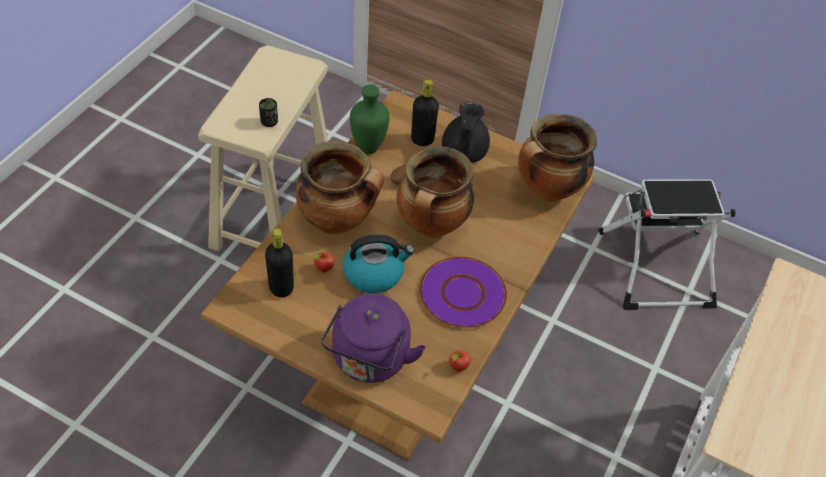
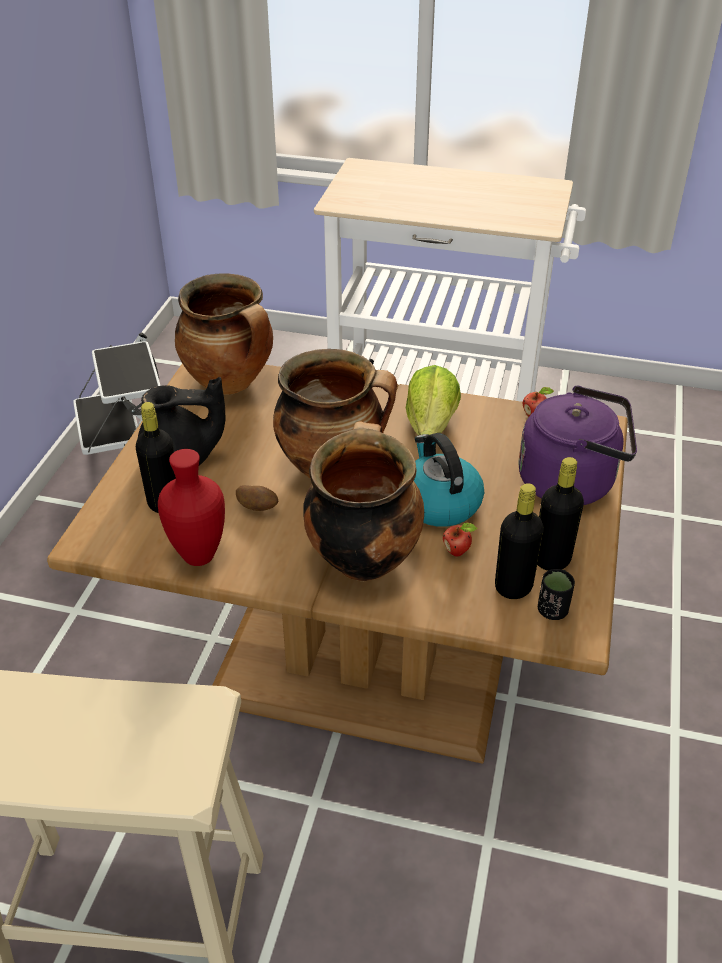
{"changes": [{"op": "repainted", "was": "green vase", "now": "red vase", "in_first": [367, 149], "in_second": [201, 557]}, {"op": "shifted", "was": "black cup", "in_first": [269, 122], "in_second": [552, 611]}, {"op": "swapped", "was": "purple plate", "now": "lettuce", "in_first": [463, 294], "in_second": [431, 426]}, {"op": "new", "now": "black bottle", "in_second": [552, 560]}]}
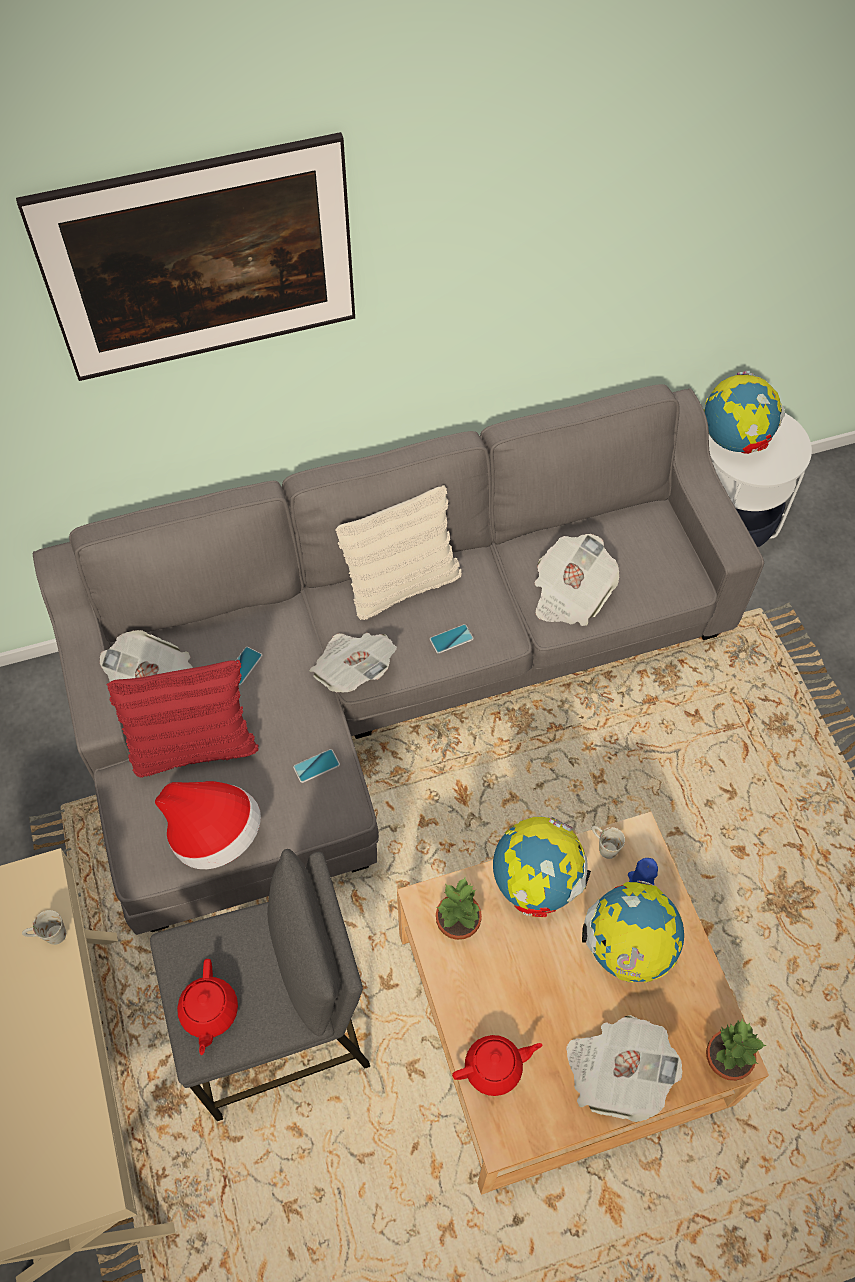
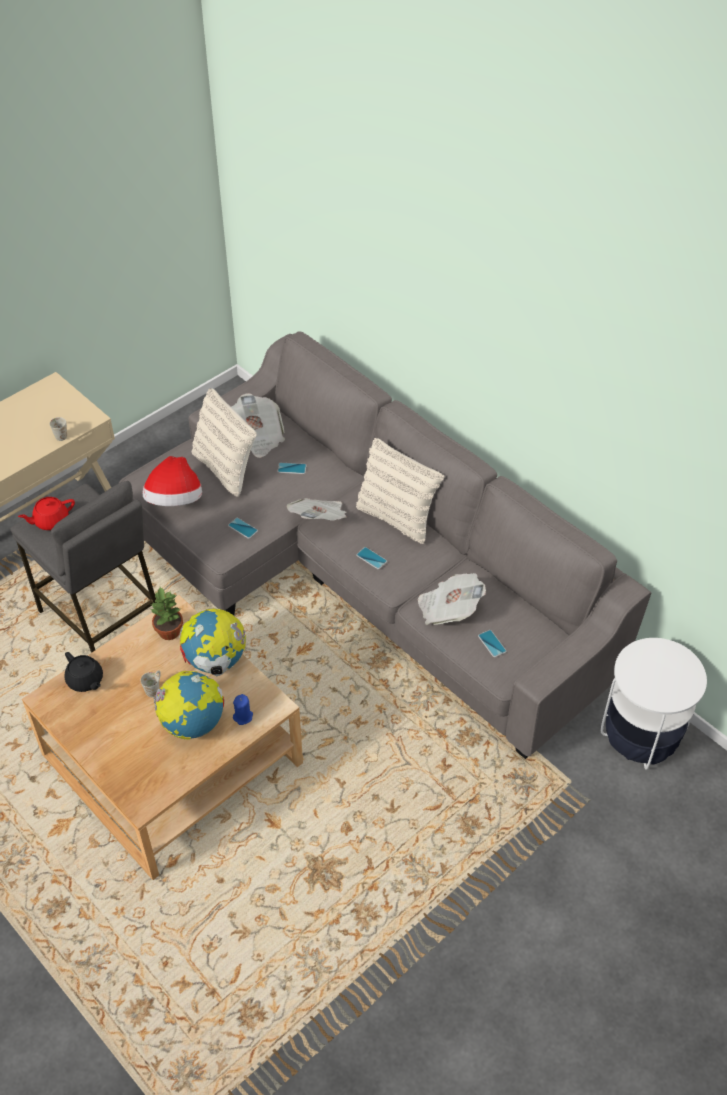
{"changes": [{"op": "gone", "was": "picture", "in_first": [209, 304]}, {"op": "gone", "was": "globe", "in_first": [734, 440]}, {"op": "repainted", "was": "red pillow", "now": "beige pillow", "in_first": [195, 747], "in_second": [226, 470]}, {"op": "shifted", "was": "white mug", "in_first": [603, 846], "in_second": [154, 688]}, {"op": "gone", "was": "newspaper", "in_first": [616, 1072]}, {"op": "gone", "was": "potted plant", "in_first": [724, 1059]}, {"op": "repainted", "was": "red teapot", "now": "black teapot", "in_first": [494, 1068], "in_second": [85, 680]}, {"op": "new", "now": "phone", "in_second": [492, 644]}]}
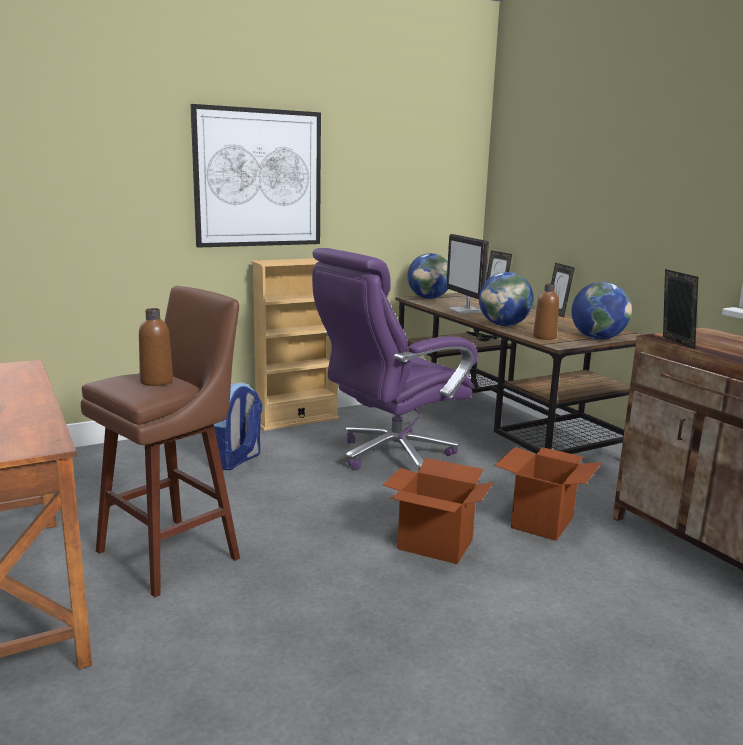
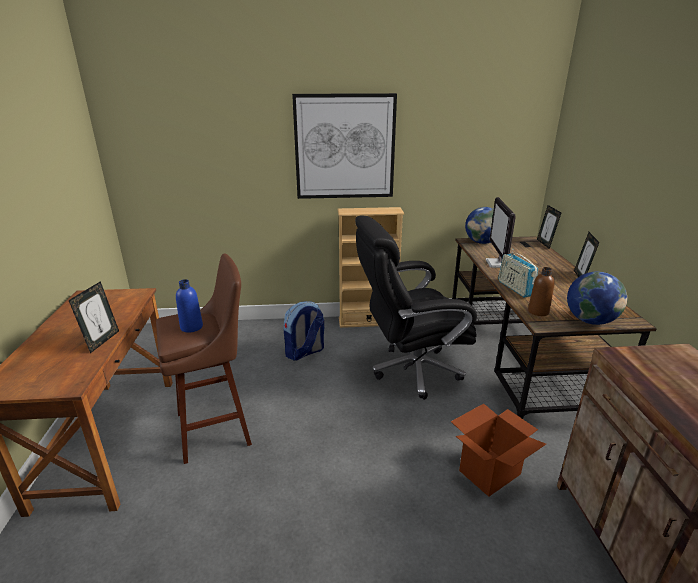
{"changes": [{"op": "repainted", "was": "purple office chair", "now": "black office chair", "in_first": [390, 457], "in_second": [411, 371]}, {"op": "shifted", "was": "picture frame", "in_first": [674, 342], "in_second": [102, 341]}, {"op": "swapped", "was": "globe", "now": "radio", "in_first": [504, 325], "in_second": [515, 288]}, {"op": "repainted", "was": "brown bottle", "now": "blue bottle", "in_first": [156, 381], "in_second": [191, 327]}, {"op": "gone", "was": "cardboard box", "in_first": [434, 545]}]}
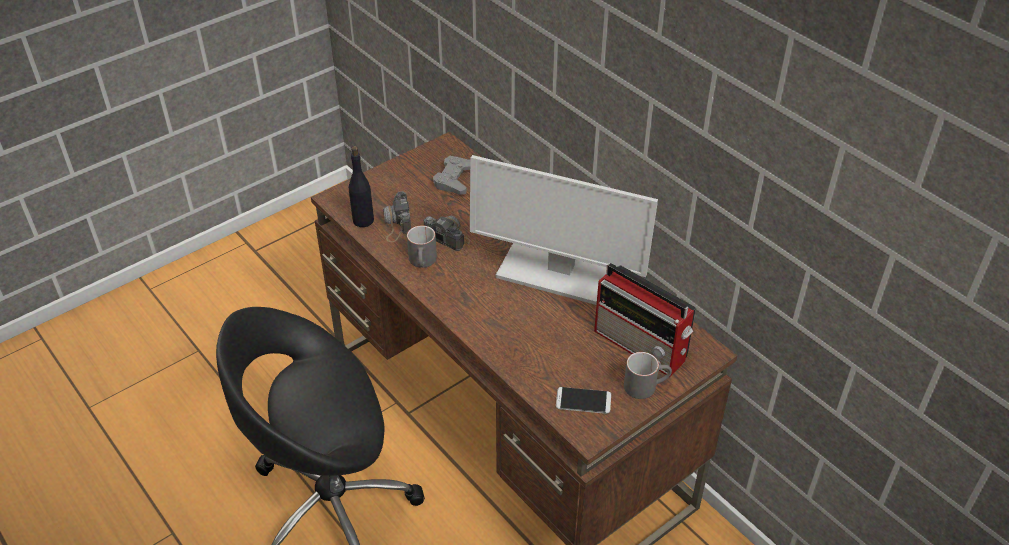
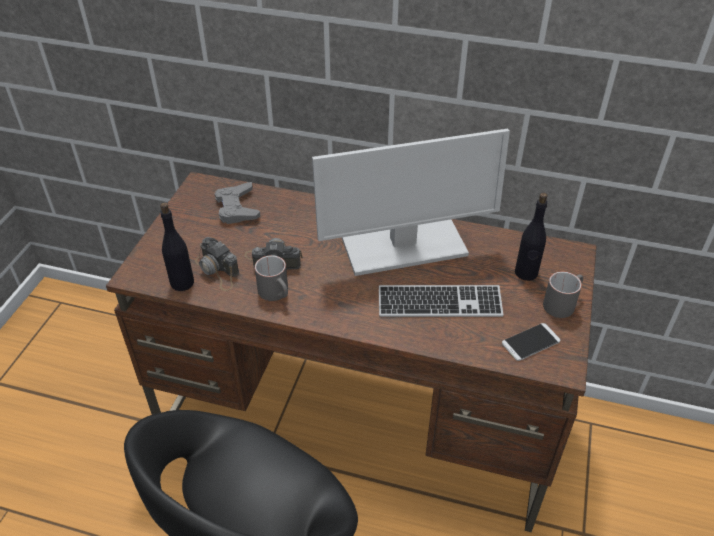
{"changes": [{"op": "swapped", "was": "radio", "now": "black bottle", "in_first": [642, 346], "in_second": [526, 273]}, {"op": "new", "now": "keyboard", "in_second": [439, 304]}]}
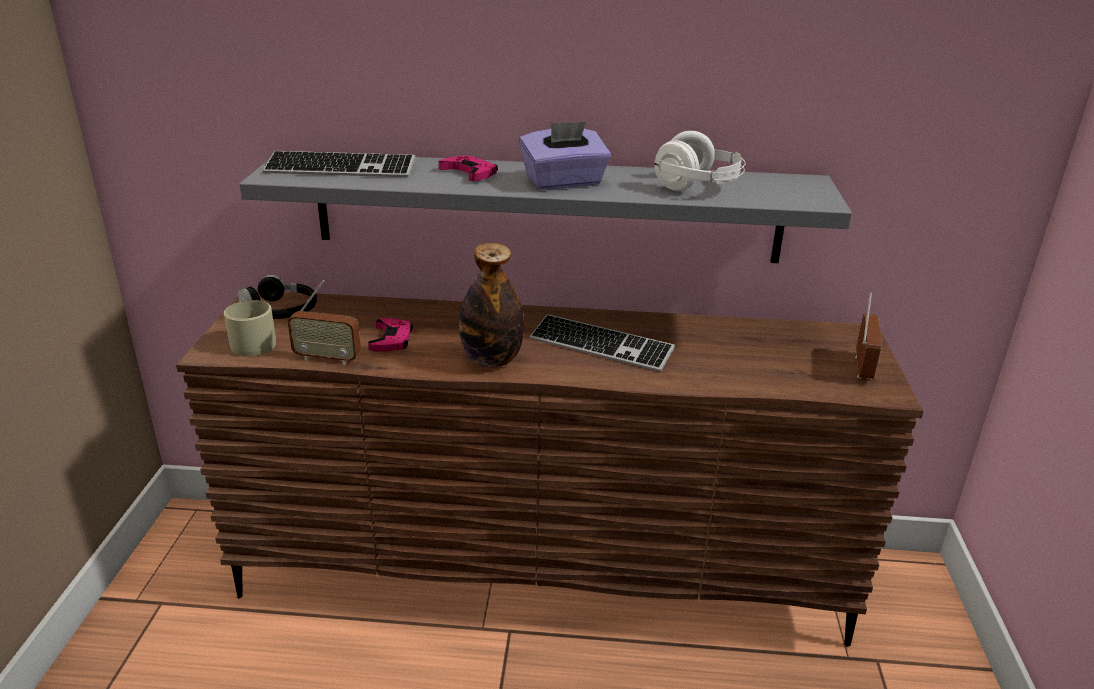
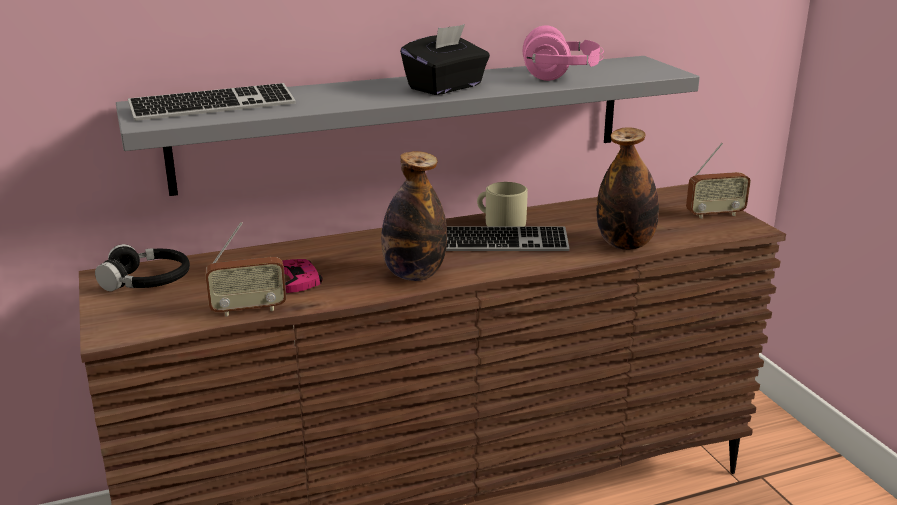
{"changes": [{"op": "repainted", "was": "purple tissue box", "now": "black tissue box", "in_first": [564, 182], "in_second": [446, 87]}, {"op": "repainted", "was": "white headphones", "now": "pink headphones", "in_first": [698, 187], "in_second": [562, 75]}, {"op": "gone", "was": "pink game controller", "in_first": [469, 173]}, {"op": "rotated", "was": "radio", "in_first": [862, 368], "in_second": [715, 214], "clockwise": 90}, {"op": "shifted", "was": "beige mug", "in_first": [251, 342], "in_second": [500, 222]}, {"op": "new", "now": "bottle", "in_second": [625, 244]}]}
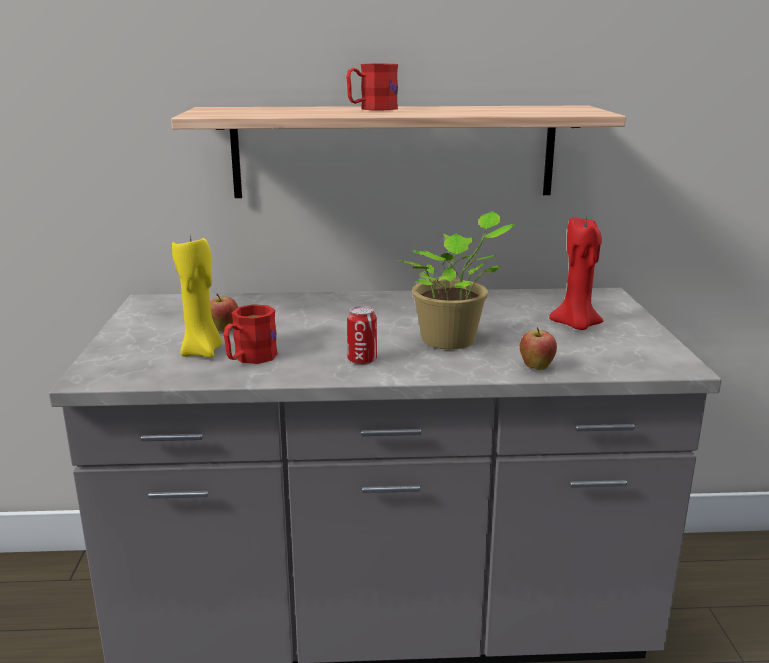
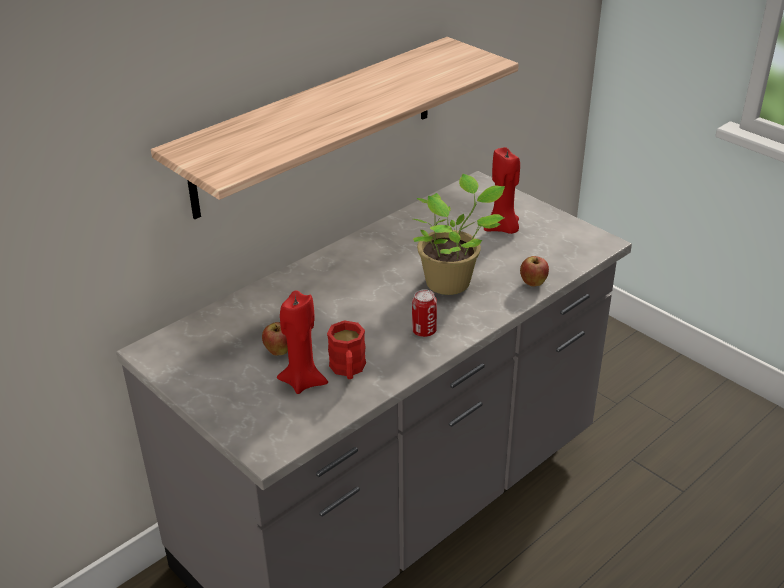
{"changes": [{"op": "gone", "was": "red mug", "in_first": [372, 109]}, {"op": "repainted", "was": "yellow candle", "now": "red candle", "in_first": [202, 352], "in_second": [303, 381]}]}
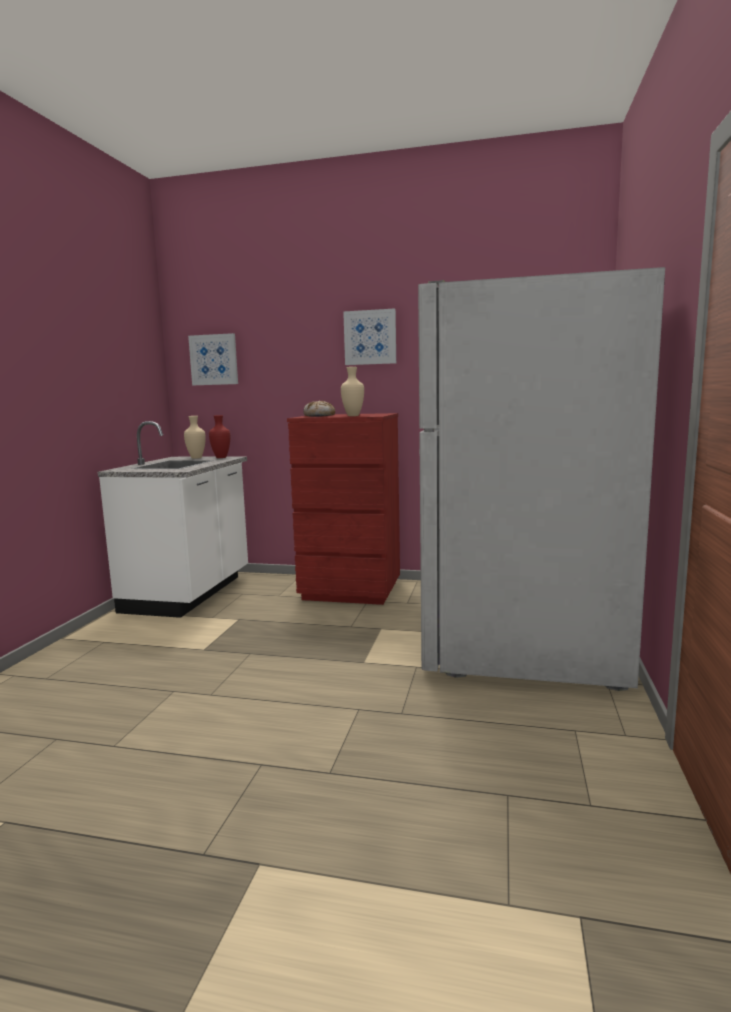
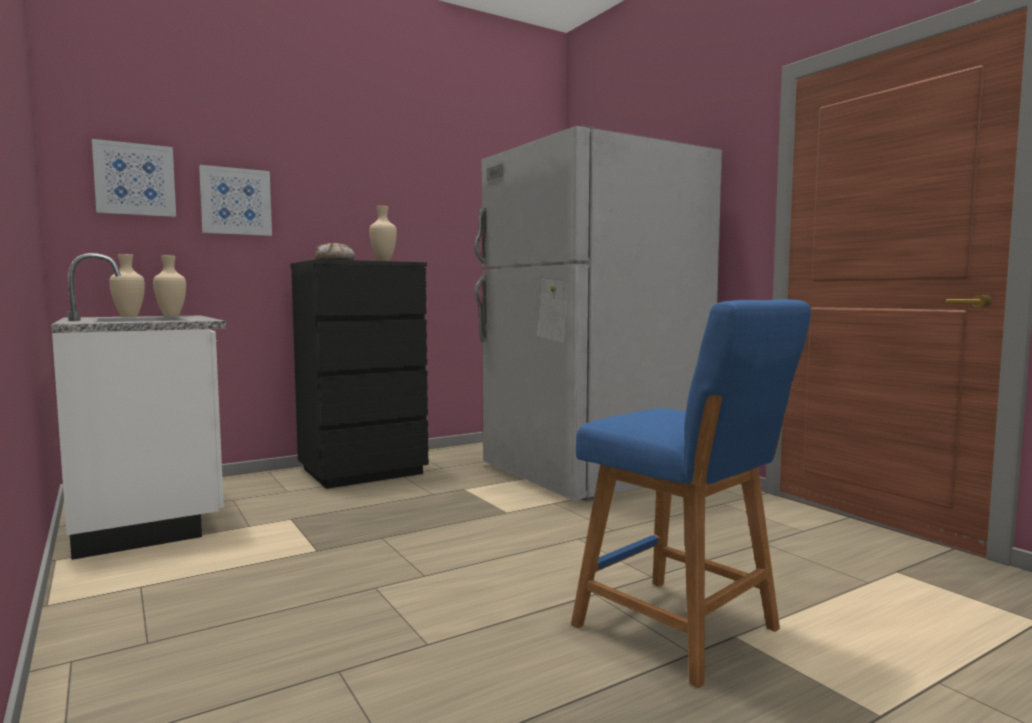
{"changes": [{"op": "shifted", "was": "picture", "in_first": [370, 337], "in_second": [236, 201]}, {"op": "repainted", "was": "red dresser", "now": "black dresser", "in_first": [351, 590], "in_second": [362, 470]}, {"op": "repainted", "was": "red vase", "now": "beige vase", "in_first": [222, 457], "in_second": [172, 316]}, {"op": "new", "now": "blue stool", "in_second": [683, 631]}]}
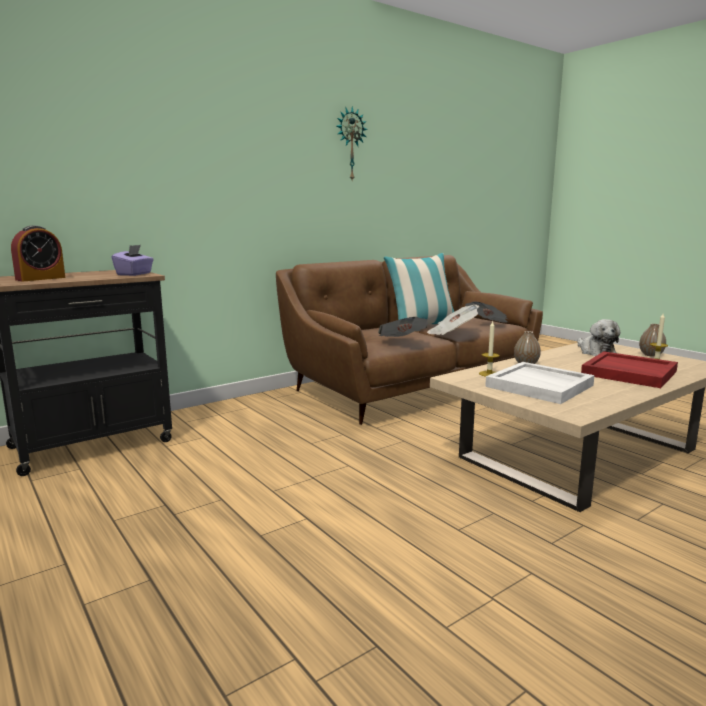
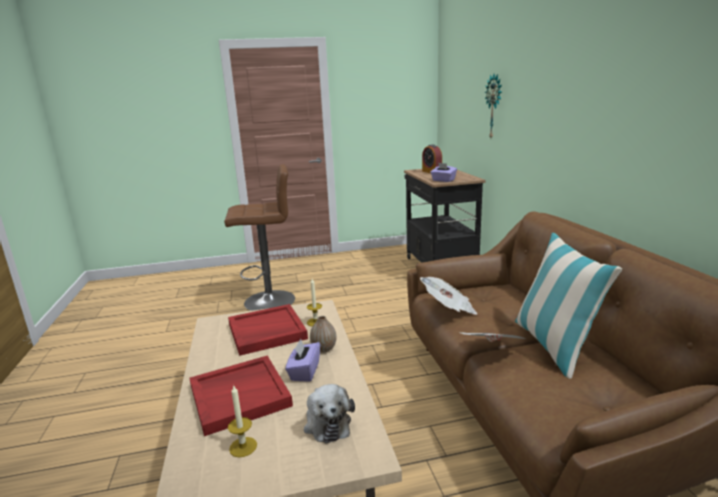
{"changes": [{"op": "shifted", "was": "wall clock", "in_first": [350, 144], "in_second": [495, 106]}, {"op": "gone", "was": "newspaper", "in_first": [488, 324]}, {"op": "rotated", "was": "plush toy", "in_first": [595, 352], "in_second": [327, 422], "clockwise": -120}, {"op": "gone", "was": "vase", "in_first": [651, 355]}, {"op": "repainted", "was": "white tray", "now": "red tray", "in_first": [540, 386], "in_second": [266, 332]}, {"op": "new", "now": "brown stool", "in_second": [270, 301]}, {"op": "new", "now": "purple tissue box", "in_second": [304, 372]}]}
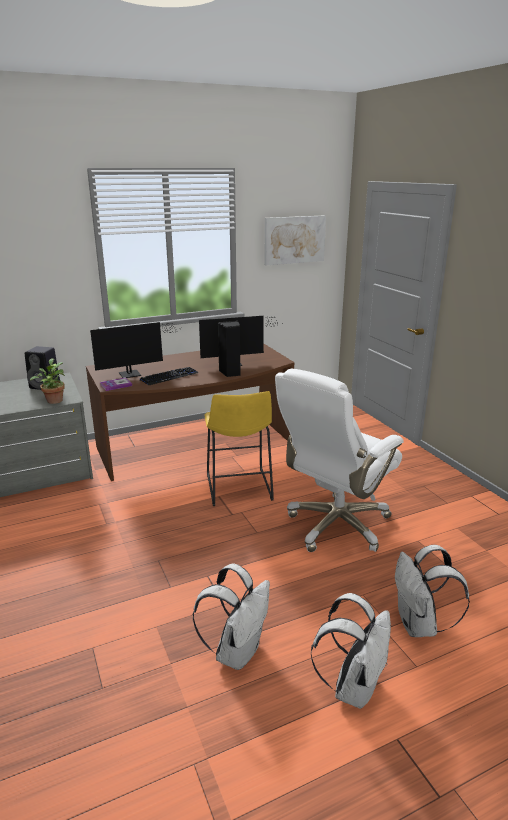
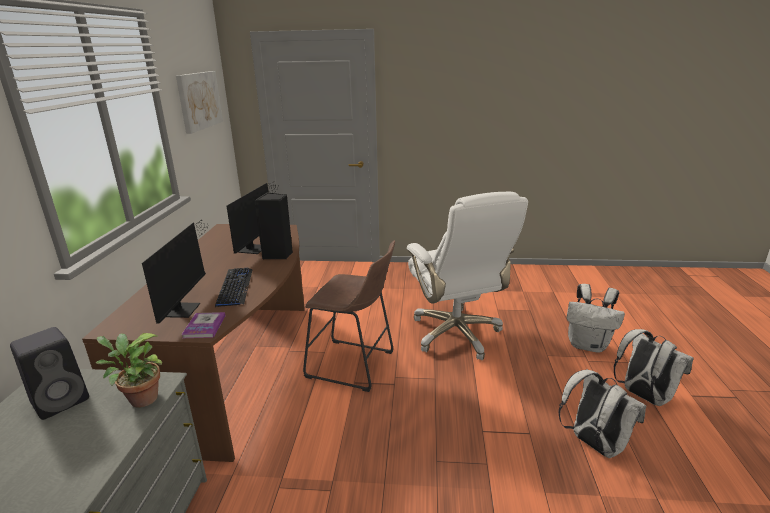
{"changes": [{"op": "repainted", "was": "yellow stool", "now": "brown stool", "in_first": [238, 489], "in_second": [355, 366]}]}
